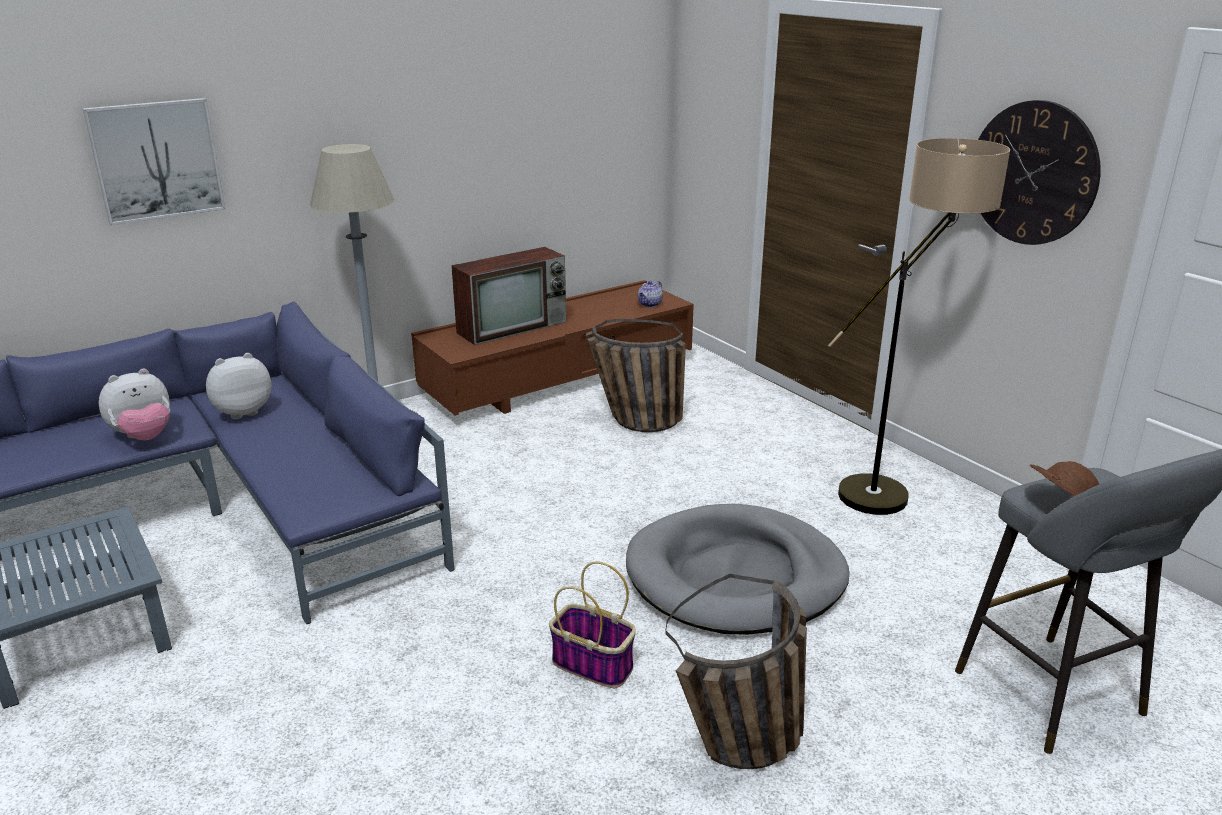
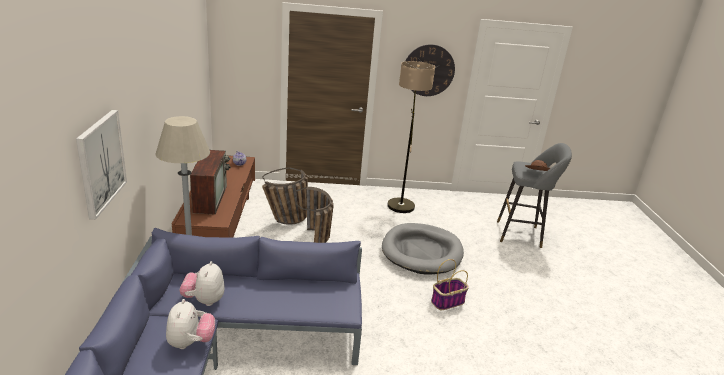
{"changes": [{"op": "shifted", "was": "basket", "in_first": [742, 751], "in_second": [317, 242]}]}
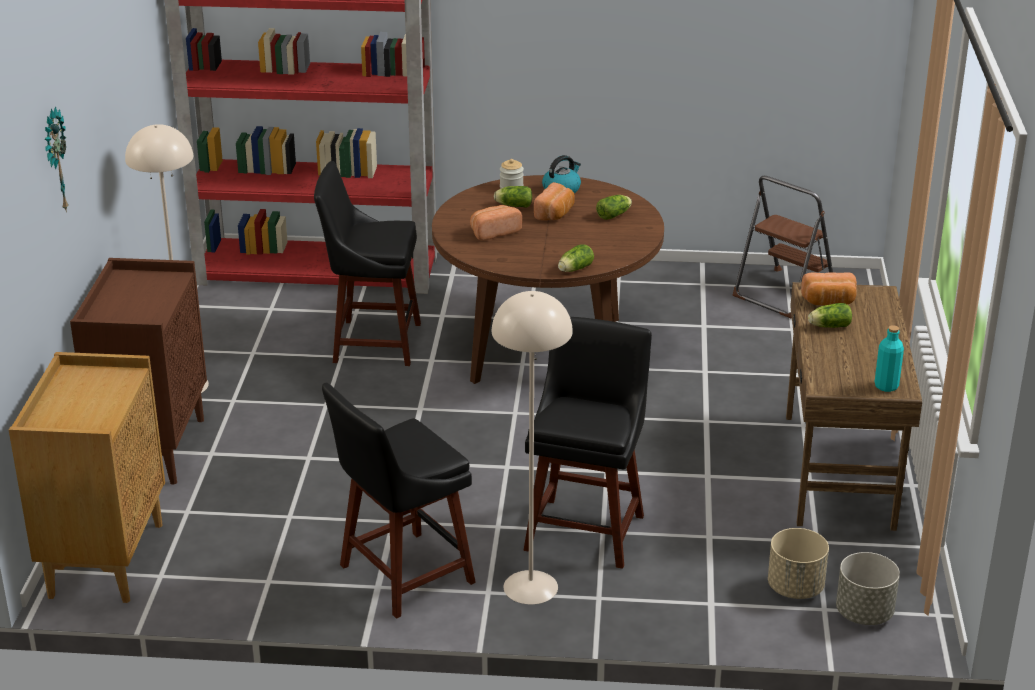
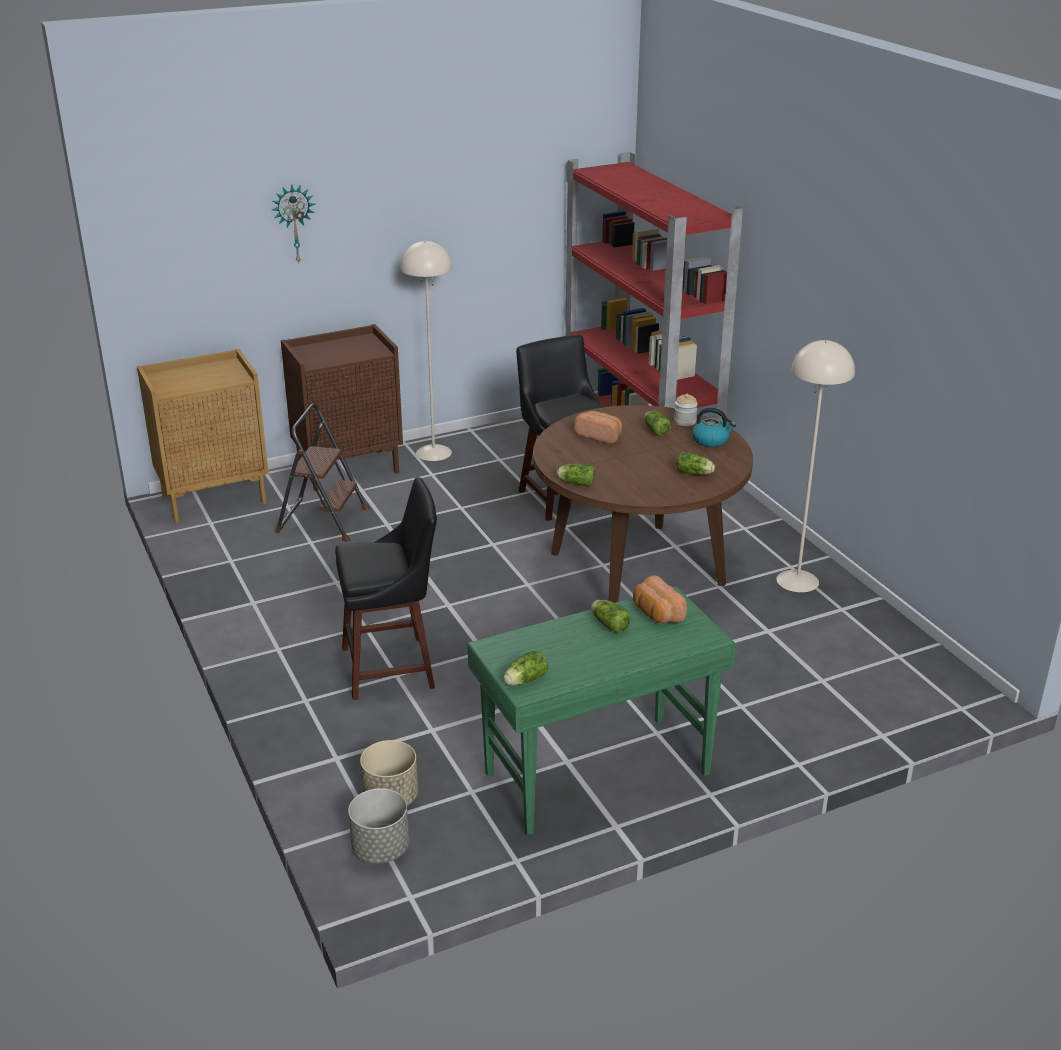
{"changes": [{"op": "shifted", "was": "brown step ladder", "in_first": [782, 294], "in_second": [319, 519]}, {"op": "gone", "was": "bread", "in_first": [555, 214]}, {"op": "repainted", "was": "brown console table", "now": "green console table", "in_first": [839, 472], "in_second": [596, 775]}, {"op": "shifted", "was": "beige floor lamp", "in_first": [530, 587], "in_second": [797, 580]}, {"op": "swapped", "was": "turquoise bottle", "now": "lettuce", "in_first": [886, 386], "in_second": [524, 680]}, {"op": "gone", "was": "black chair", "in_first": [400, 576]}]}
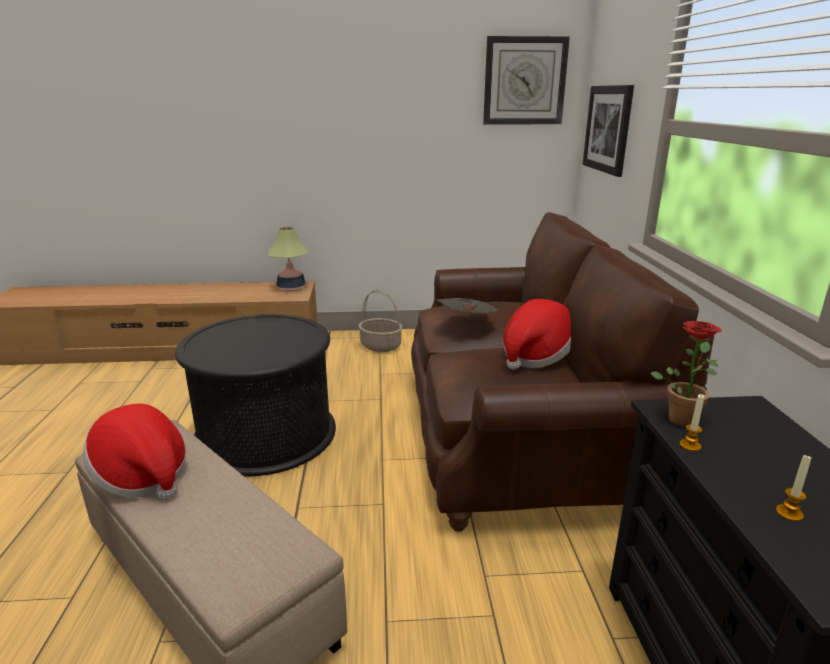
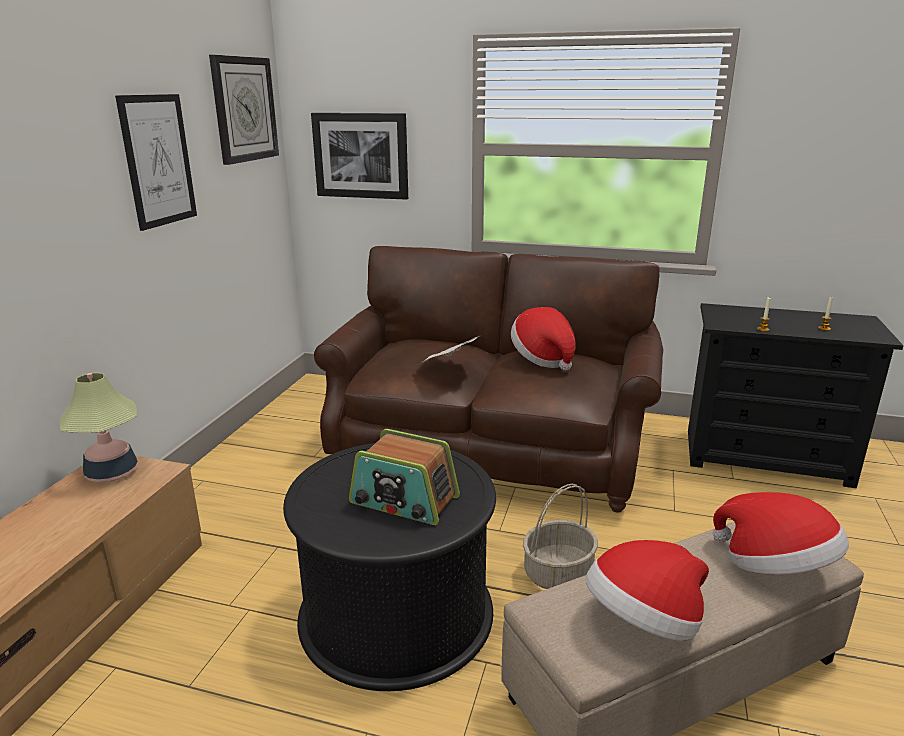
{"changes": [{"op": "shifted", "was": "basket", "in_first": [381, 346], "in_second": [558, 572]}, {"op": "gone", "was": "potted plant", "in_first": [681, 417]}, {"op": "new", "now": "picture", "in_second": [158, 160]}, {"op": "new", "now": "radio", "in_second": [404, 500]}, {"op": "new", "now": "hat", "in_second": [774, 567]}]}
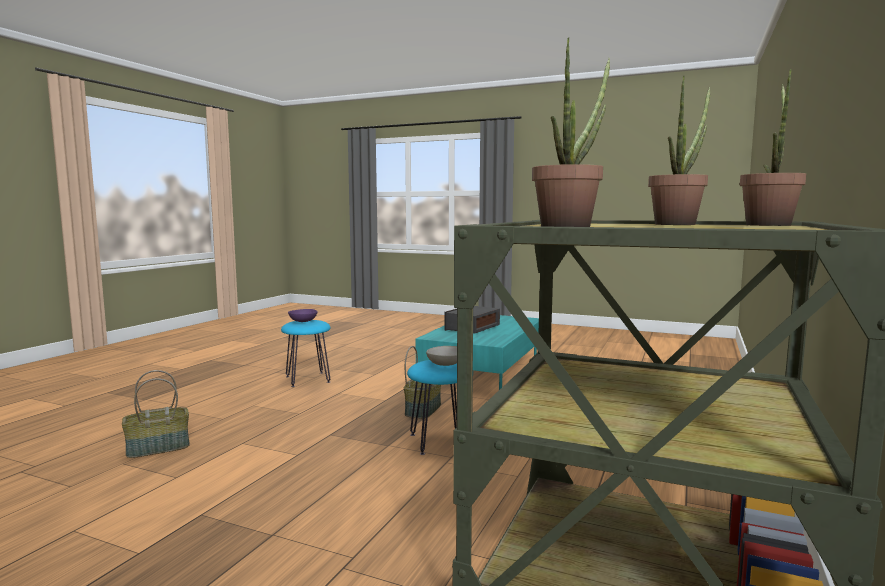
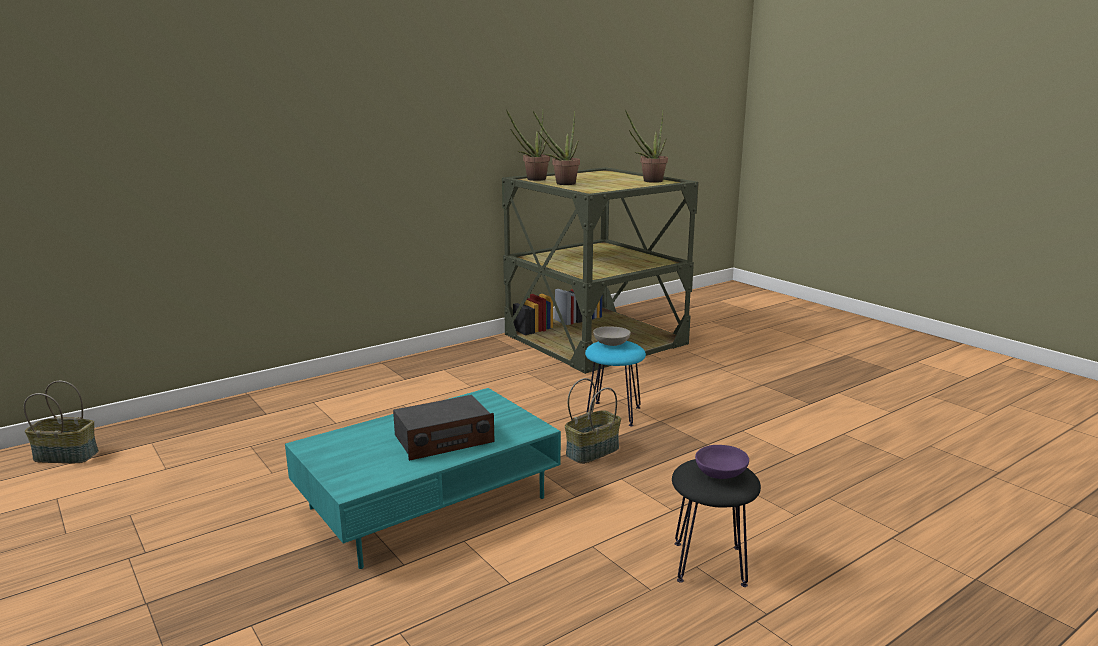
{"changes": [{"op": "repainted", "was": "turquoise stool", "now": "black stool", "in_first": [308, 379], "in_second": [709, 563]}, {"op": "shifted", "was": "basket", "in_first": [157, 448], "in_second": [67, 455]}]}
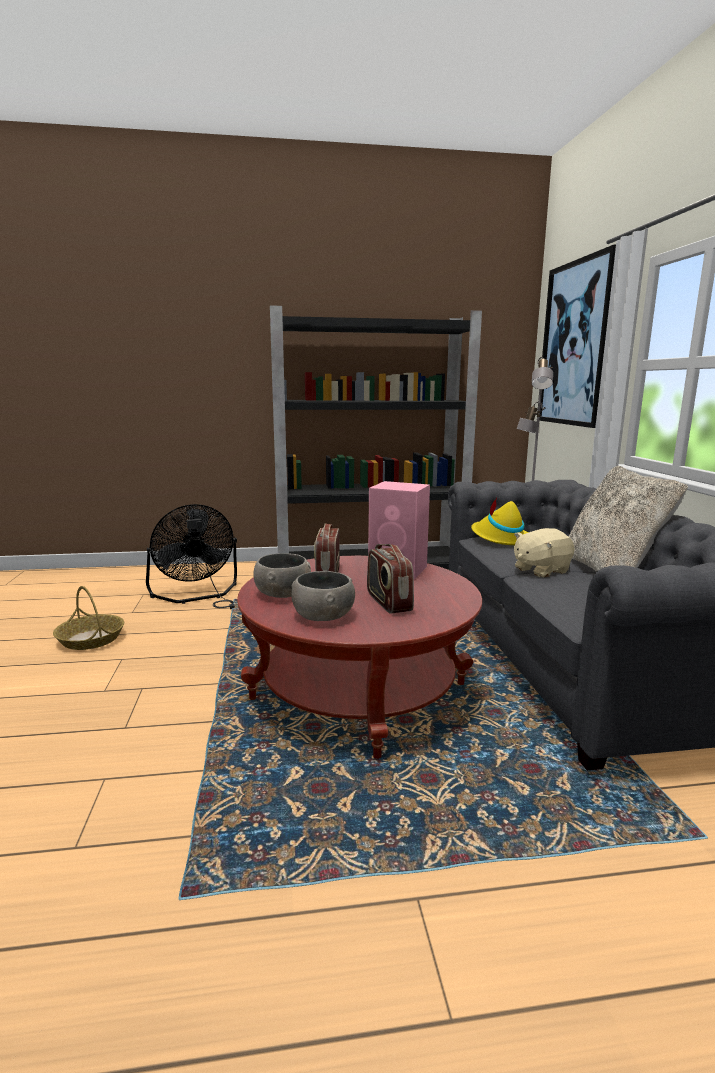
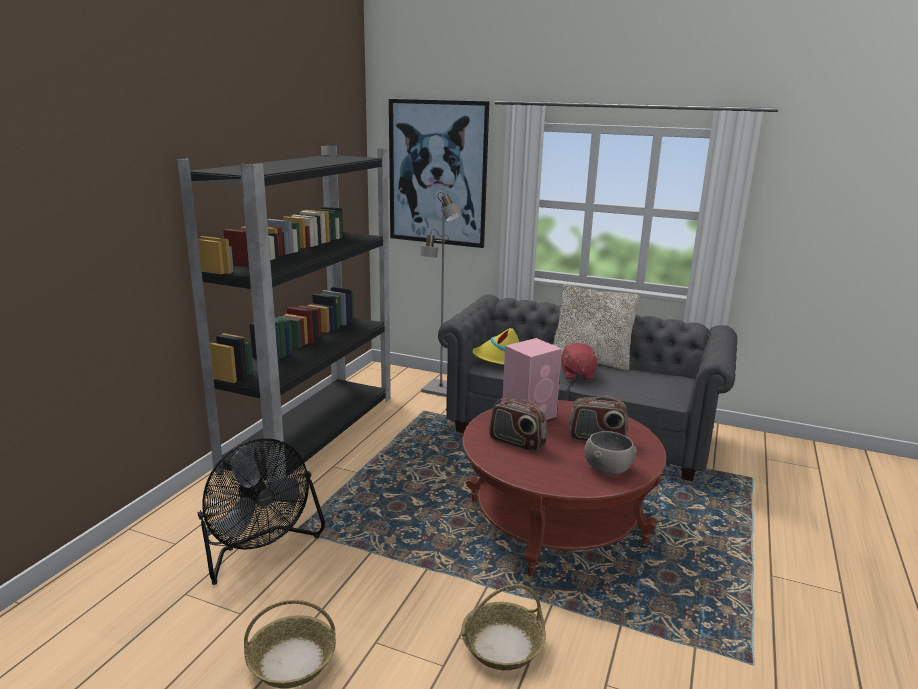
{"changes": [{"op": "rotated", "was": "black fan", "in_first": [201, 596], "in_second": [254, 549], "clockwise": -135}, {"op": "repainted", "was": "beige plush toy", "now": "red plush toy", "in_first": [540, 570], "in_second": [577, 375]}, {"op": "gone", "was": "grey bowl", "in_first": [282, 593]}, {"op": "new", "now": "basket", "in_second": [503, 645]}]}
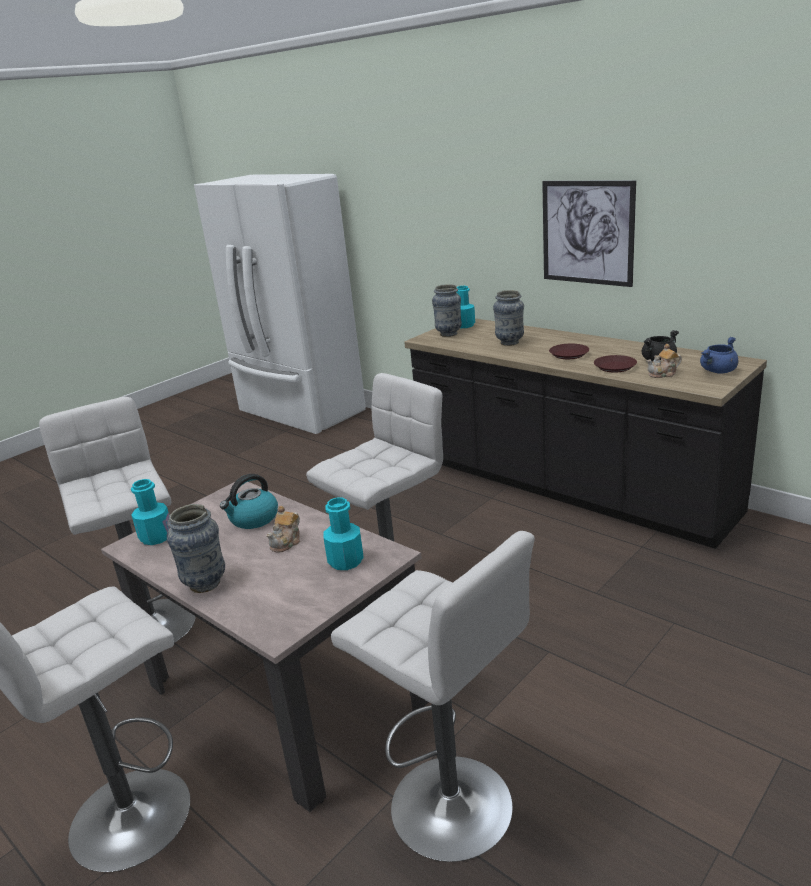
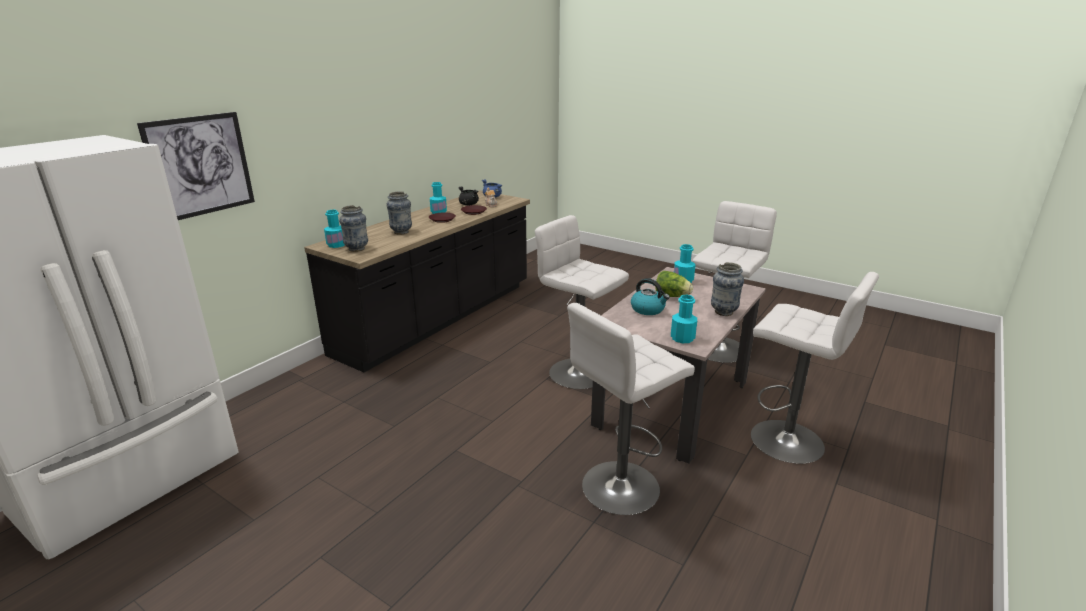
{"changes": [{"op": "shifted", "was": "picture", "in_first": [587, 232], "in_second": [200, 166]}, {"op": "swapped", "was": "teapot", "now": "lettuce", "in_first": [286, 542], "in_second": [671, 296]}, {"op": "new", "now": "turquoise bottle", "in_second": [438, 212]}]}
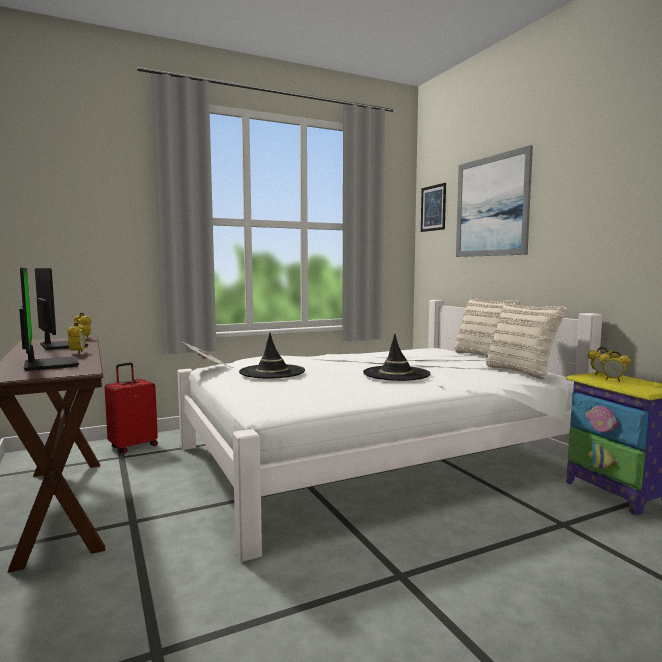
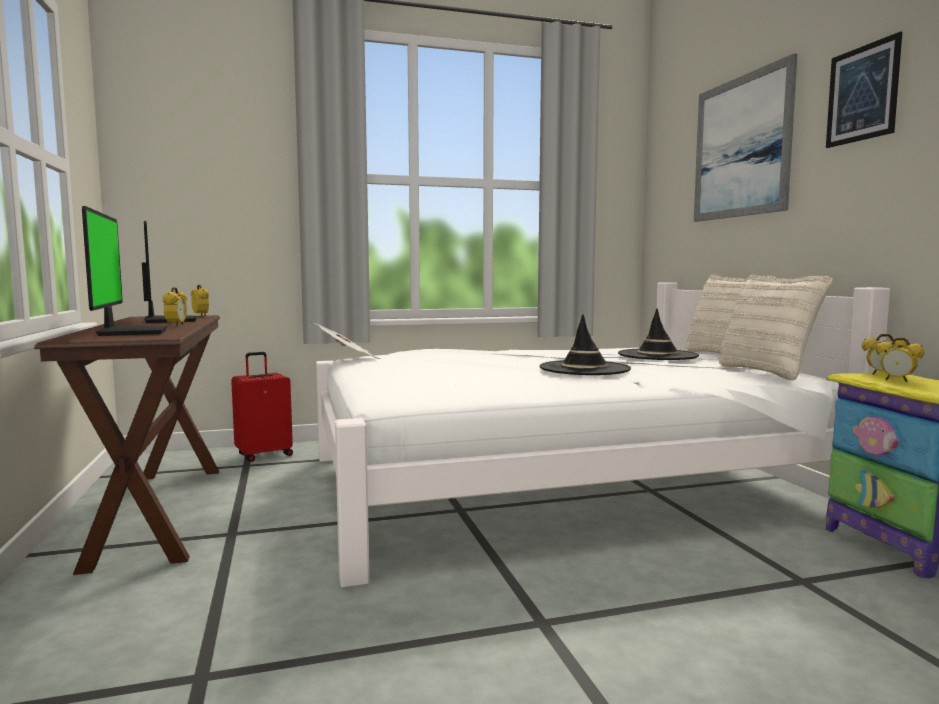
{"changes": [{"op": "shifted", "was": "picture", "in_first": [433, 208], "in_second": [862, 93]}, {"op": "shifted", "was": "black hat", "in_first": [272, 372], "in_second": [657, 355]}]}
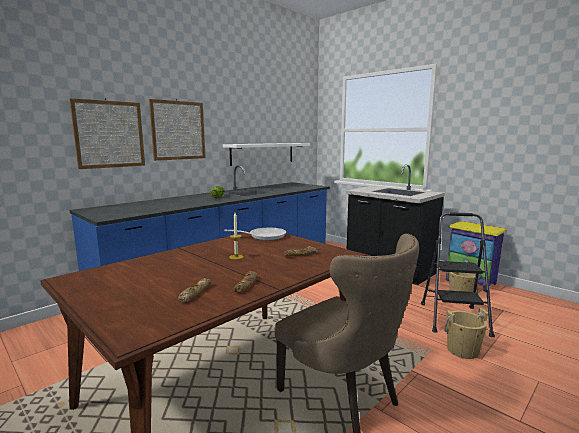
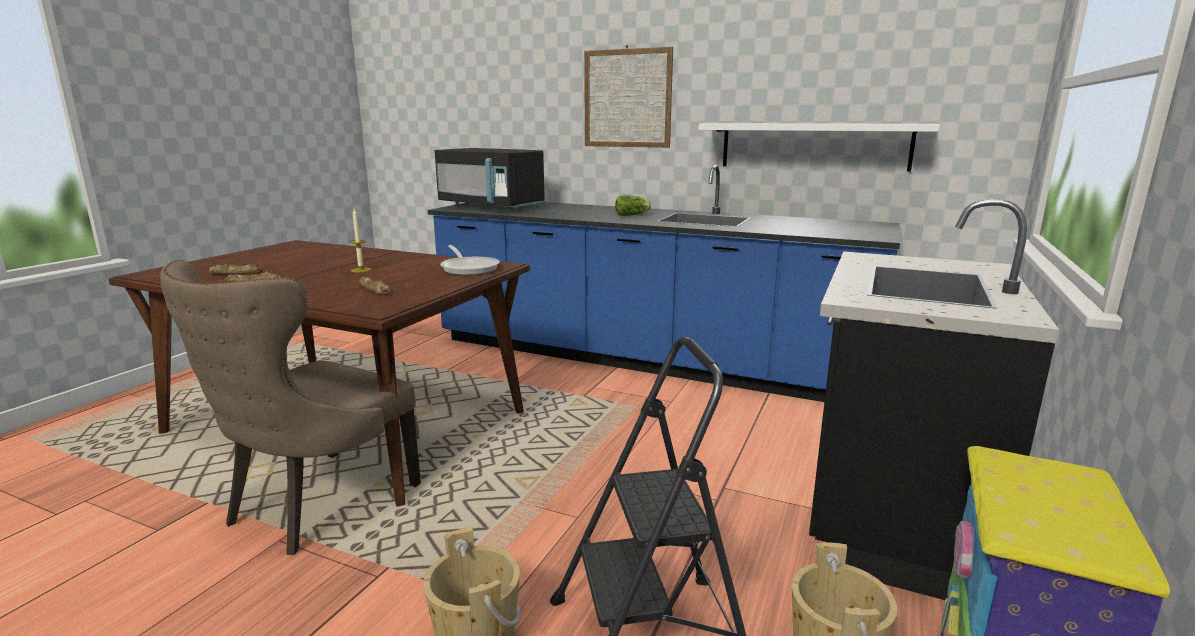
{"changes": [{"op": "gone", "was": "picture", "in_first": [109, 133]}, {"op": "new", "now": "black microwave", "in_second": [491, 206]}]}
